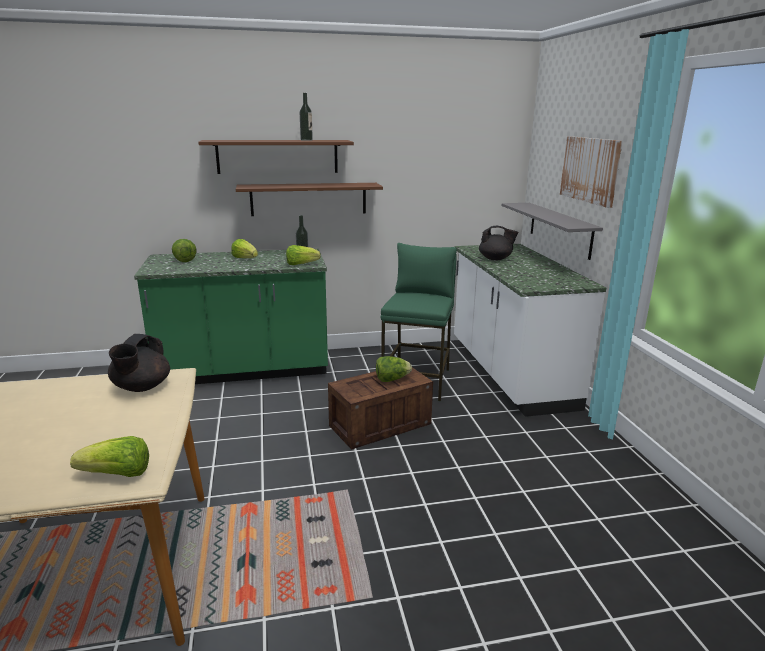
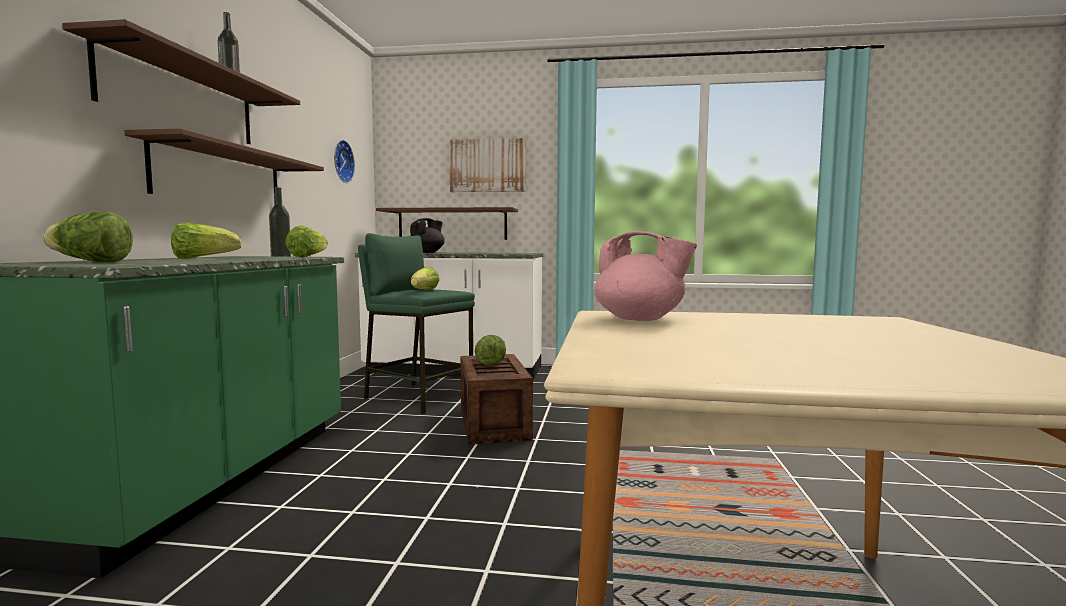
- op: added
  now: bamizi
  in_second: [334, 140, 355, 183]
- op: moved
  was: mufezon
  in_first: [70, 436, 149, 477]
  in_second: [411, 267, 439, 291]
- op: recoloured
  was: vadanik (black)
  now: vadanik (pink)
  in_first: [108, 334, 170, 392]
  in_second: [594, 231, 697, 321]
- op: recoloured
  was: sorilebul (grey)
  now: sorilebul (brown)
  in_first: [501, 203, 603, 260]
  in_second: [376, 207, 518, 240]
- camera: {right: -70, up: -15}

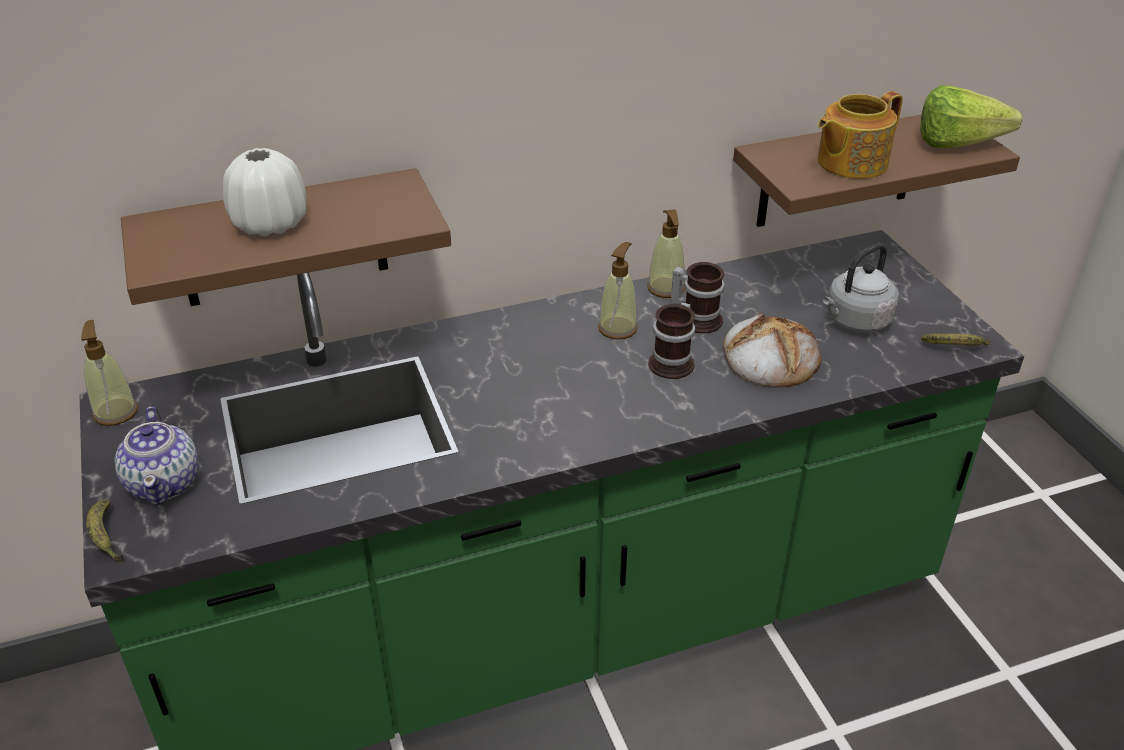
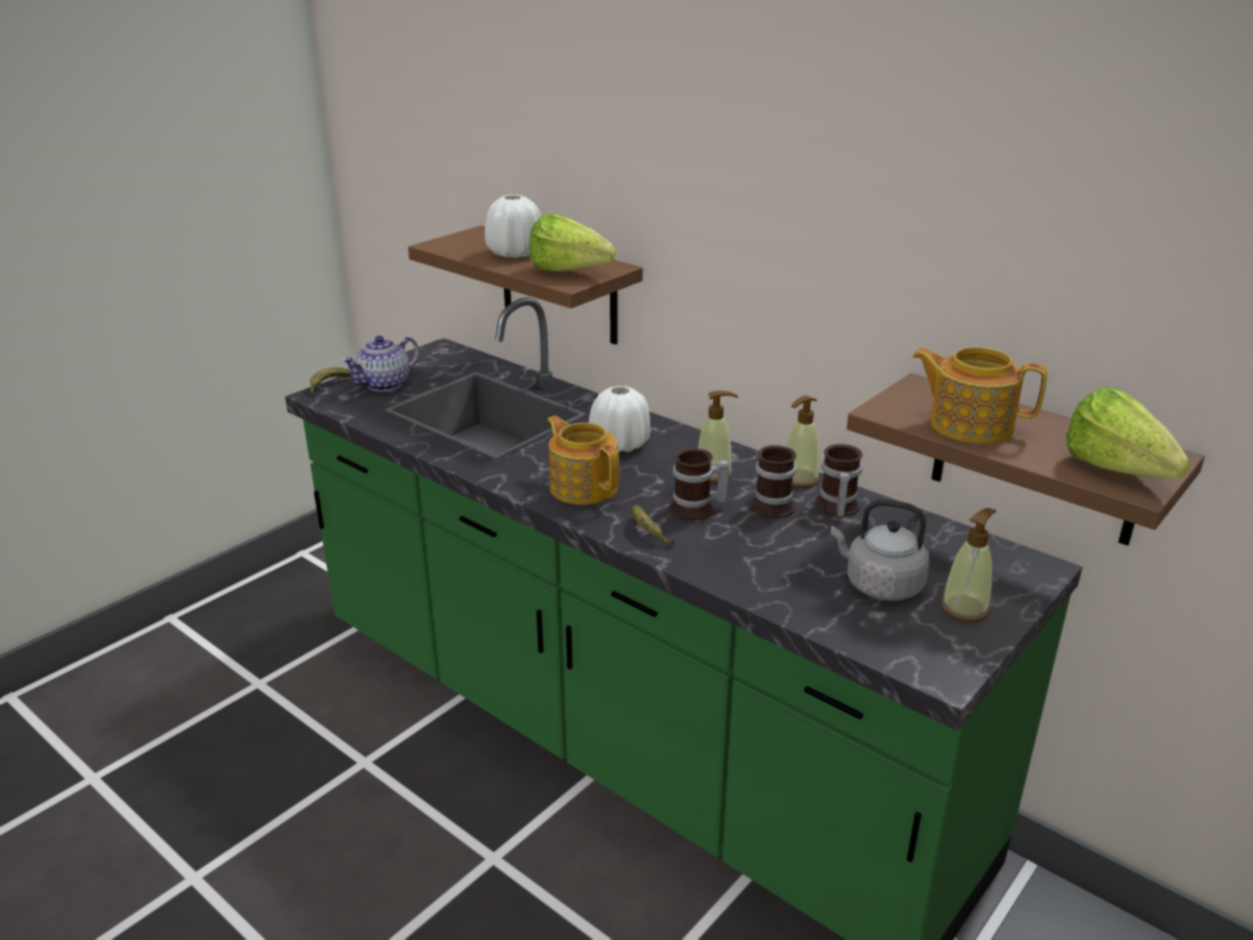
- op: removed
  was: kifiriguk
  in_first: [723, 313, 822, 388]
- op: added
  now: mufezon
  in_second: [529, 214, 616, 272]
- op: added
  now: vadanik
  in_second: [547, 416, 619, 505]
- op: added
  now: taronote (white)
  in_second: [589, 386, 650, 452]
- op: added
  now: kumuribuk
  in_second: [815, 444, 862, 517]
- op: moved
  was: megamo
  in_first: [81, 320, 138, 426]
  in_second: [941, 508, 996, 622]
- op: moved
  was: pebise
  in_first: [921, 333, 990, 346]
  in_second: [632, 505, 674, 547]
- camera: {right: 60, up: -10}

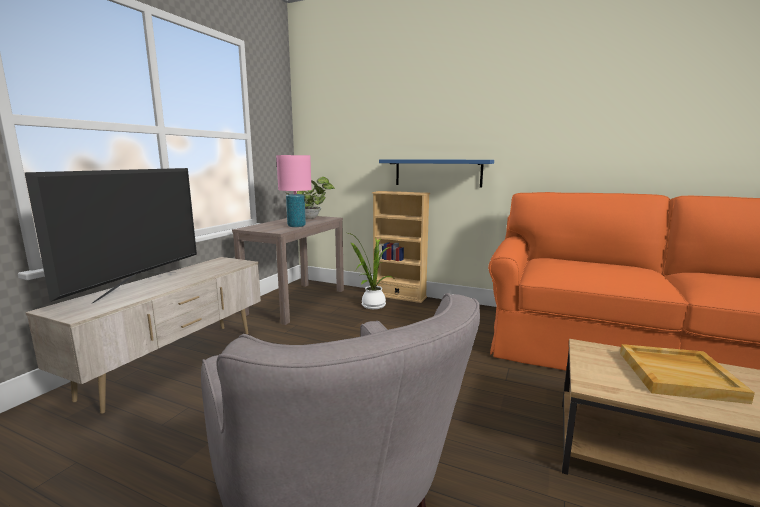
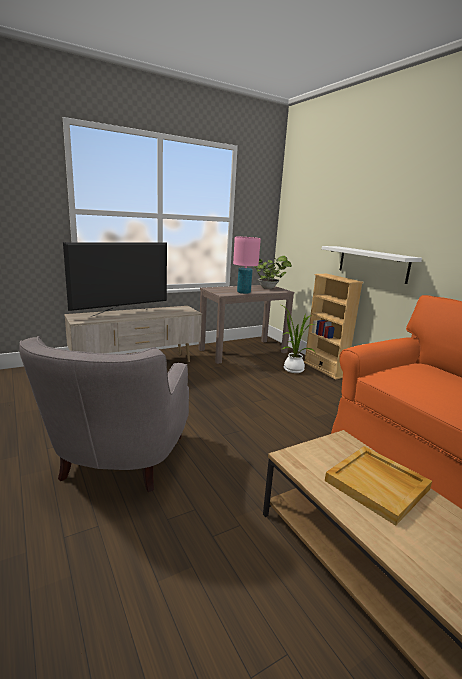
- op: recoloured
  was: sorilebul (blue)
  now: sorilebul (white)
  in_first: [379, 159, 494, 188]
  in_second: [322, 246, 422, 284]
- camera: {right: 35, up: 5}

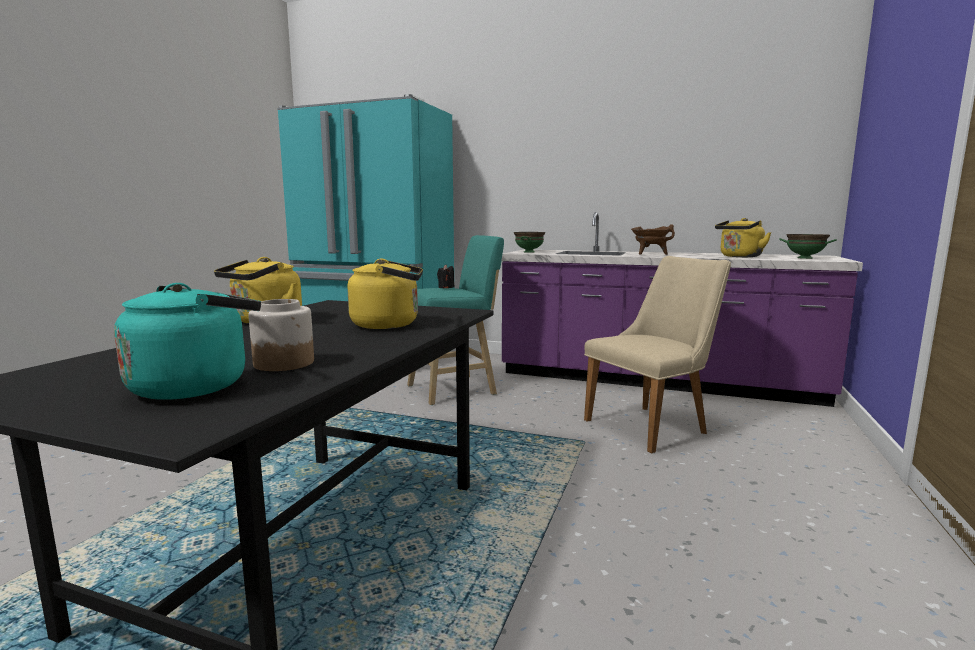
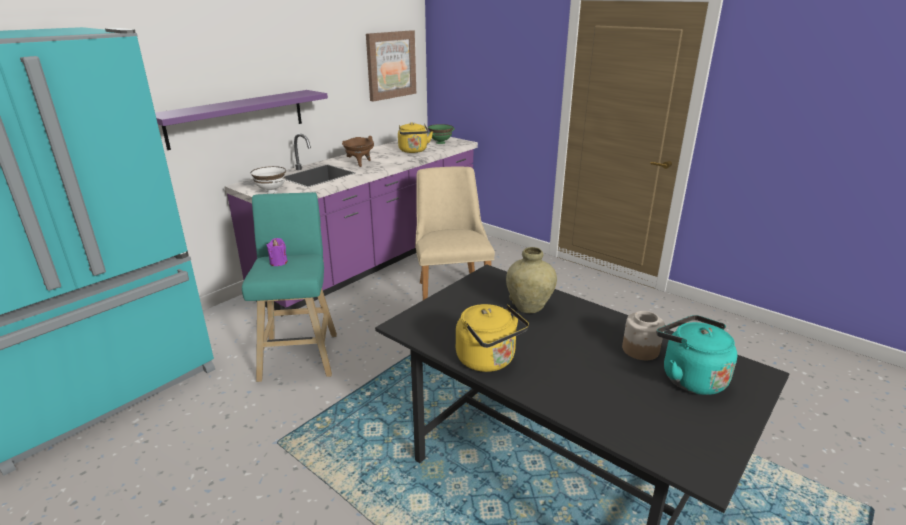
- op: added
  now: sorilebul (purple)
  in_second: [155, 90, 328, 150]
- op: added
  now: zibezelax
  in_second: [366, 30, 416, 102]
- op: replaced
  was: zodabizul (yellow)
  now: taronote (beige)
  in_first: [347, 259, 423, 329]
  in_second: [506, 247, 557, 313]
- op: recoloured
  was: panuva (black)
  now: panuva (purple)
  in_first: [437, 265, 454, 288]
  in_second: [266, 238, 288, 266]
- op: recoloured
  was: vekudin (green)
  now: vekudin (white)
  in_first: [514, 232, 545, 253]
  in_second: [251, 166, 286, 193]
- camera: {right: -70, up: 15}

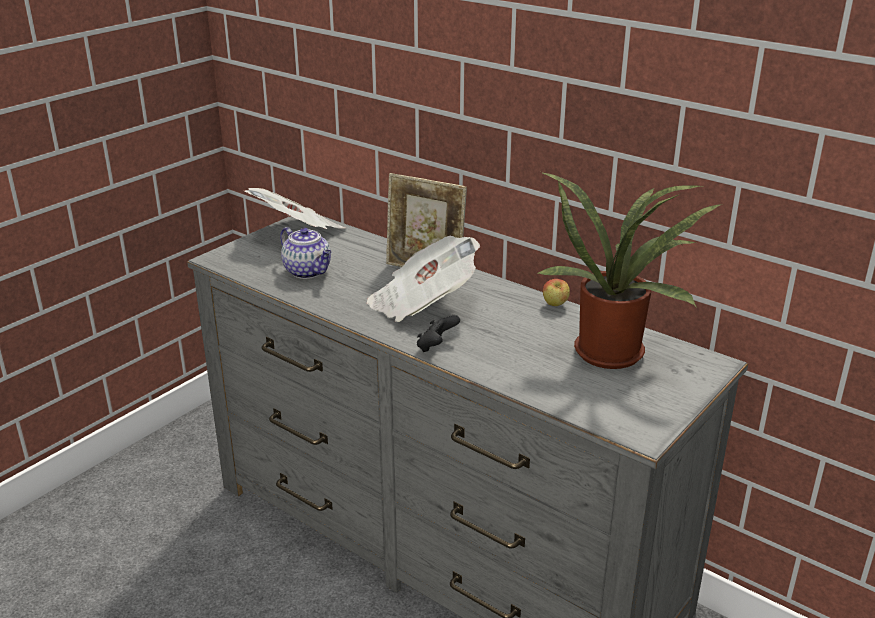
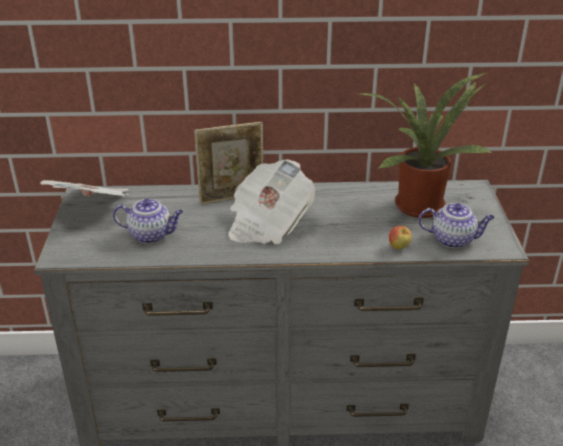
- op: removed
  was: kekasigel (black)
  in_first: [417, 315, 460, 352]
- op: added
  now: vadanik
  in_second: [418, 203, 495, 248]
- op: moved
  was: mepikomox
  in_first: [543, 279, 570, 306]
  in_second: [389, 226, 412, 249]
- camera: {right: -40, up: 5}

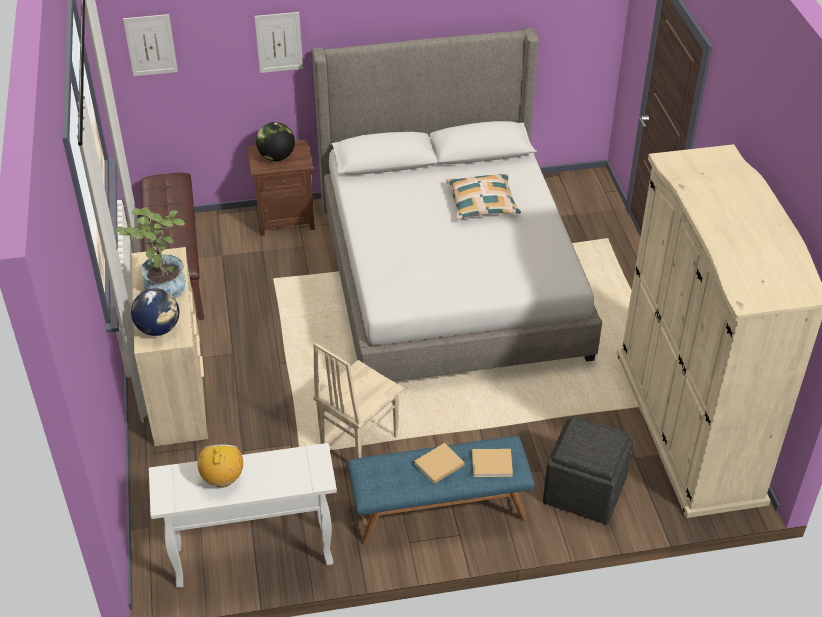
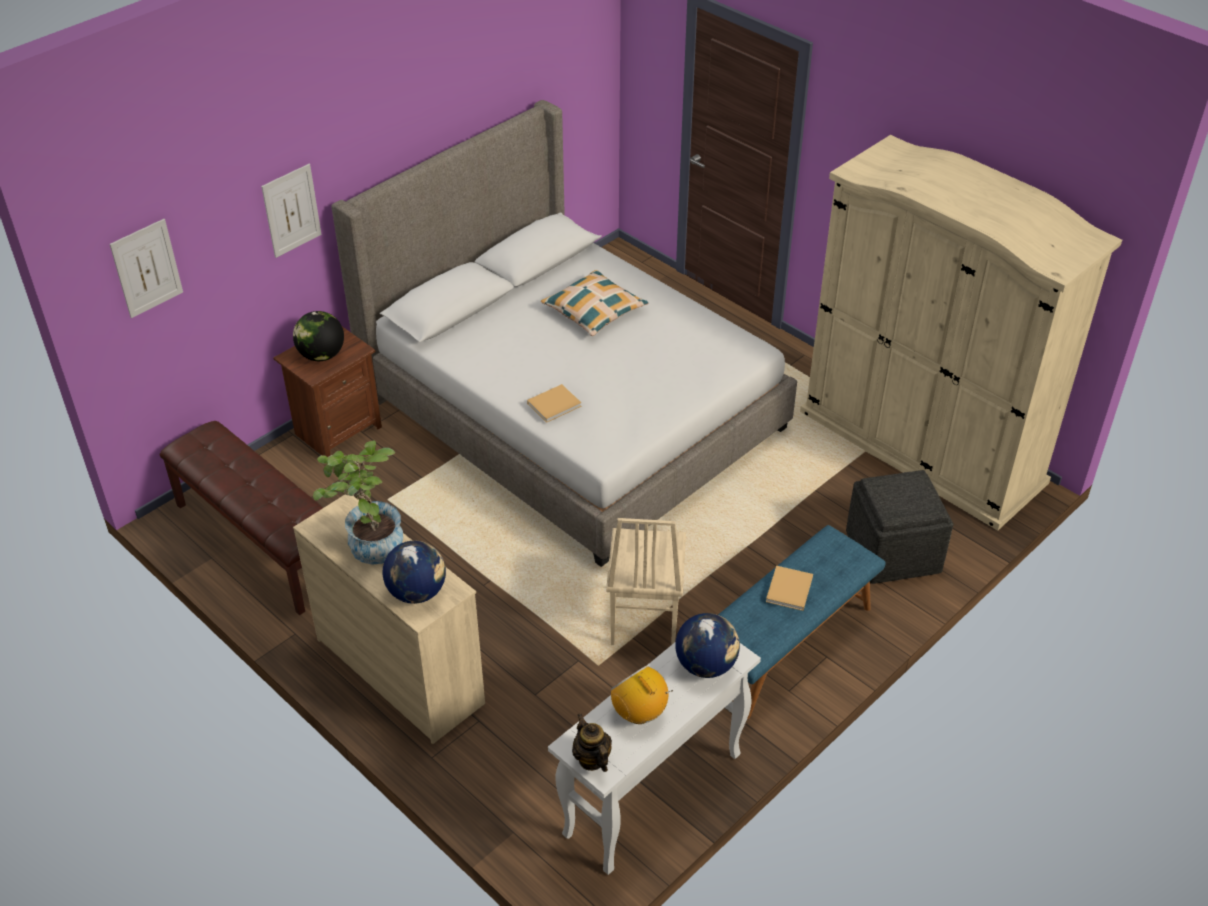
- op: added
  now: vadanik
  in_second: [572, 713, 612, 772]
- op: added
  now: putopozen
  in_second: [675, 613, 740, 678]
- op: moved
  was: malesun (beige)
  in_first: [472, 449, 513, 477]
  in_second: [527, 384, 582, 423]
- camera: {right: -35, up: 0}

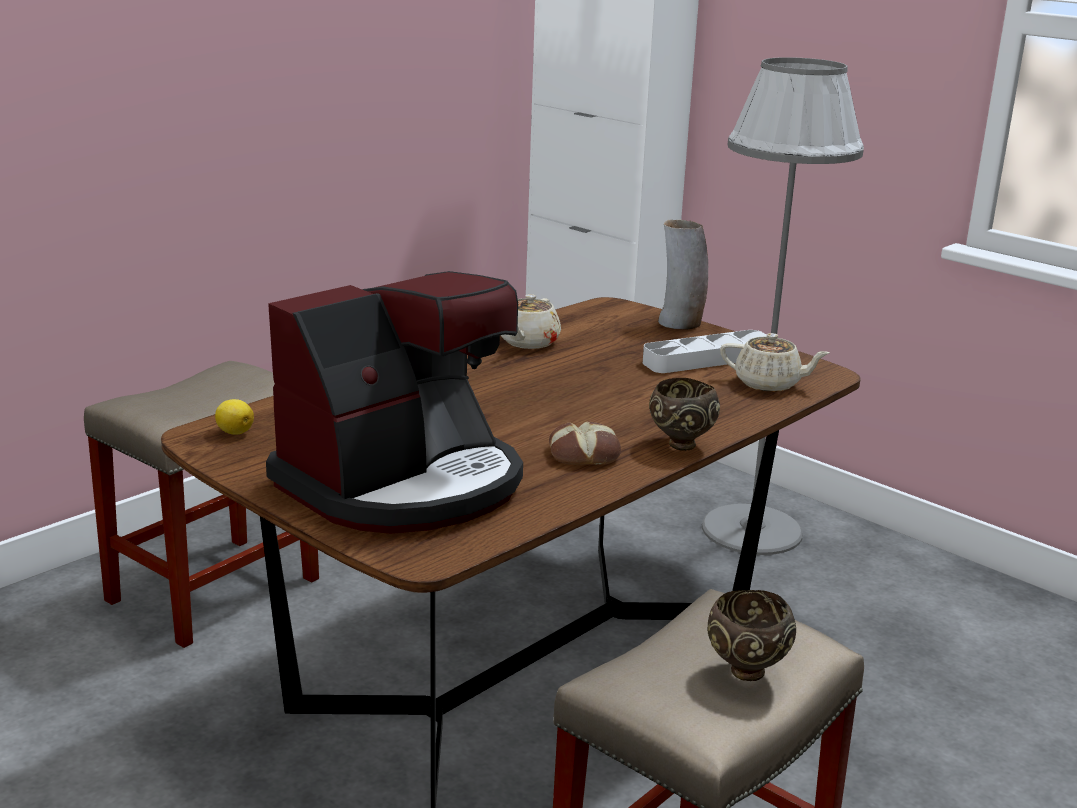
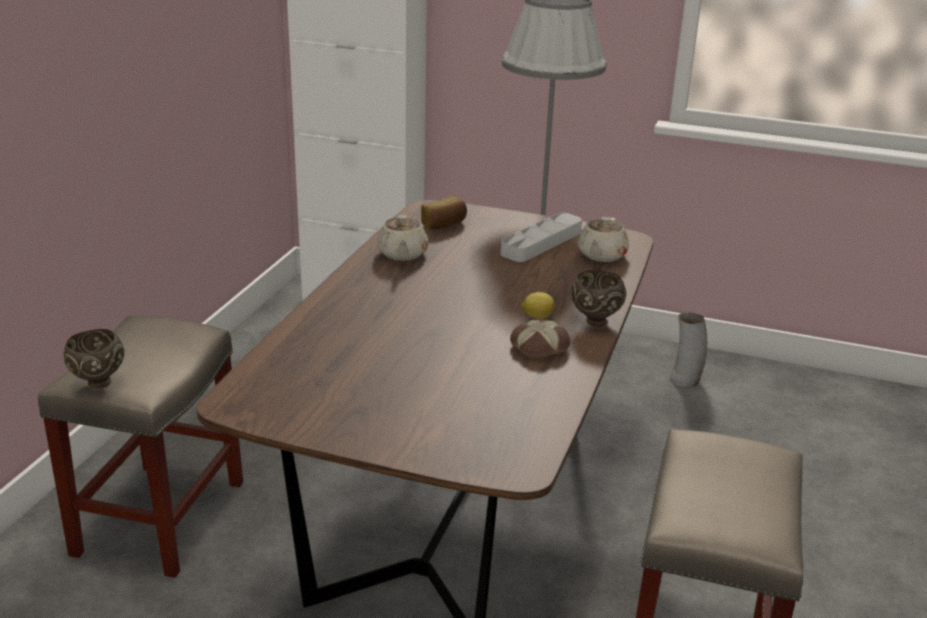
- op: removed
  was: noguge
  in_first: [266, 271, 523, 534]
- op: added
  now: kifiriguk
  in_second: [421, 196, 467, 230]
- op: moved
  was: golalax
  in_first: [215, 399, 254, 435]
  in_second: [521, 292, 555, 319]
- op: moved
  was: taronote
  in_first: [658, 219, 708, 330]
  in_second: [670, 312, 707, 387]
- op: moved
  was: vekudin (brown)
  in_first: [708, 590, 796, 681]
  in_second: [64, 329, 124, 388]
- op: turned
  was: vadanik (beige)
  in_first: [720, 333, 830, 392]
  in_second: [578, 217, 629, 262]
  clockwise: 120
- camera: {right: -25, up: 5}

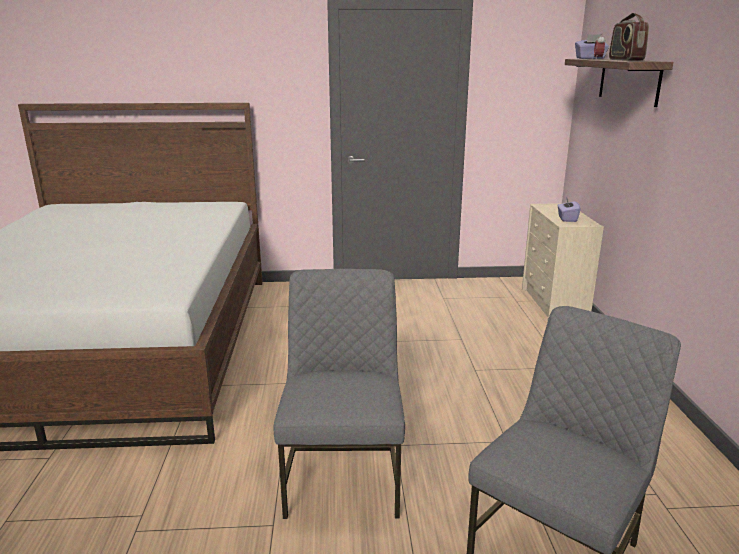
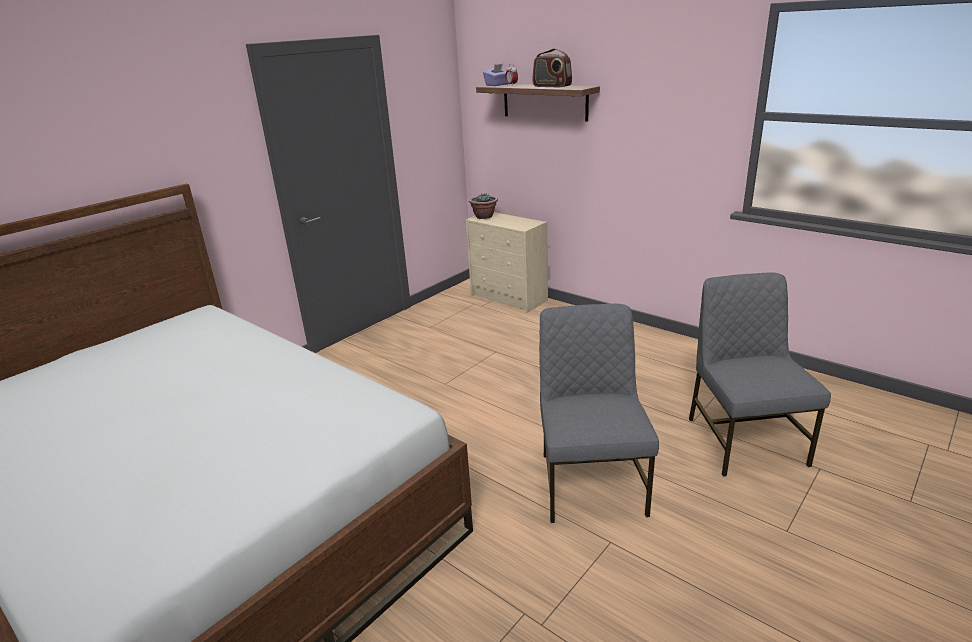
- op: removed
  was: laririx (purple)
  in_first: [557, 197, 581, 222]
- op: added
  now: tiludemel
  in_second: [469, 193, 498, 219]
- op: turned
  was: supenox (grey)
  in_first: [274, 269, 405, 519]
  in_second: [539, 304, 659, 523]
  clockwise: 45
- camera: {right: -45, up: 5}

